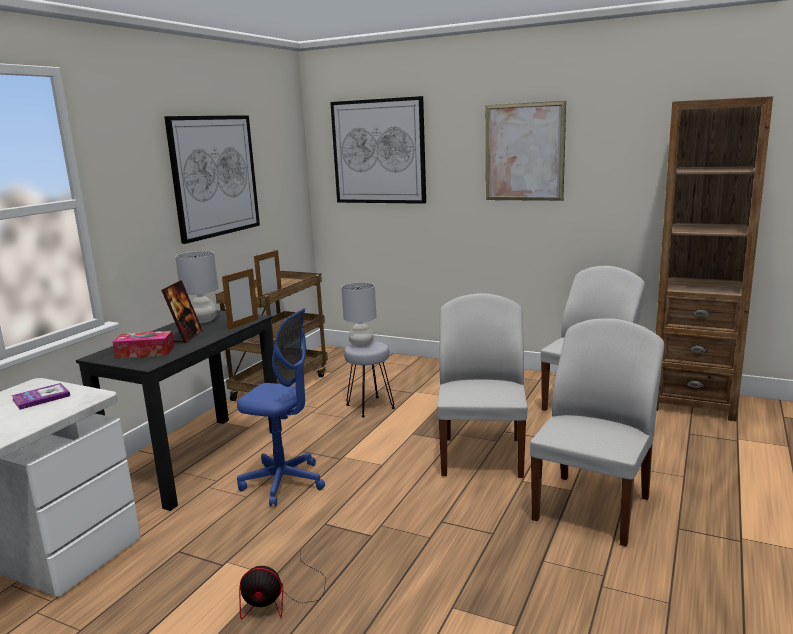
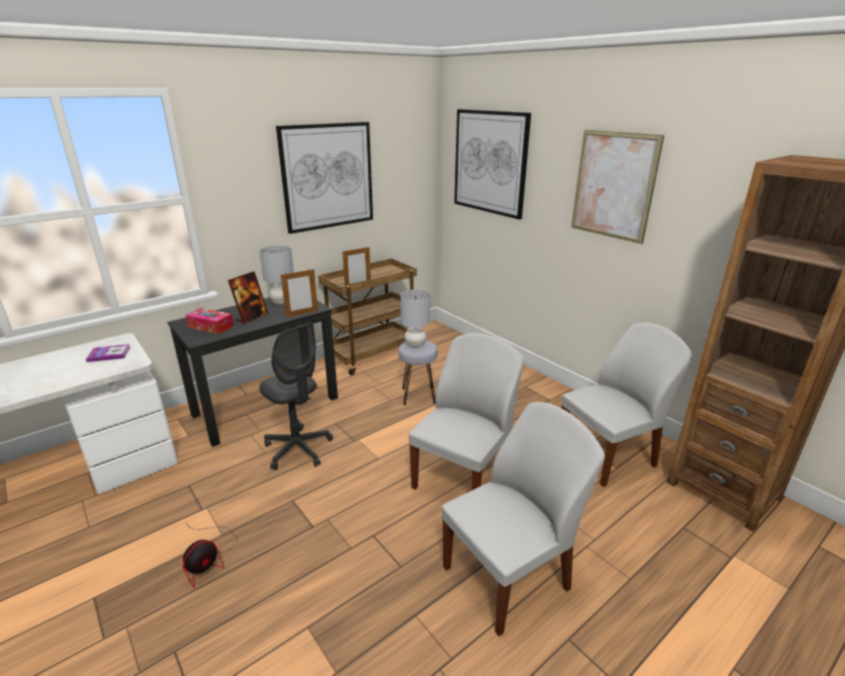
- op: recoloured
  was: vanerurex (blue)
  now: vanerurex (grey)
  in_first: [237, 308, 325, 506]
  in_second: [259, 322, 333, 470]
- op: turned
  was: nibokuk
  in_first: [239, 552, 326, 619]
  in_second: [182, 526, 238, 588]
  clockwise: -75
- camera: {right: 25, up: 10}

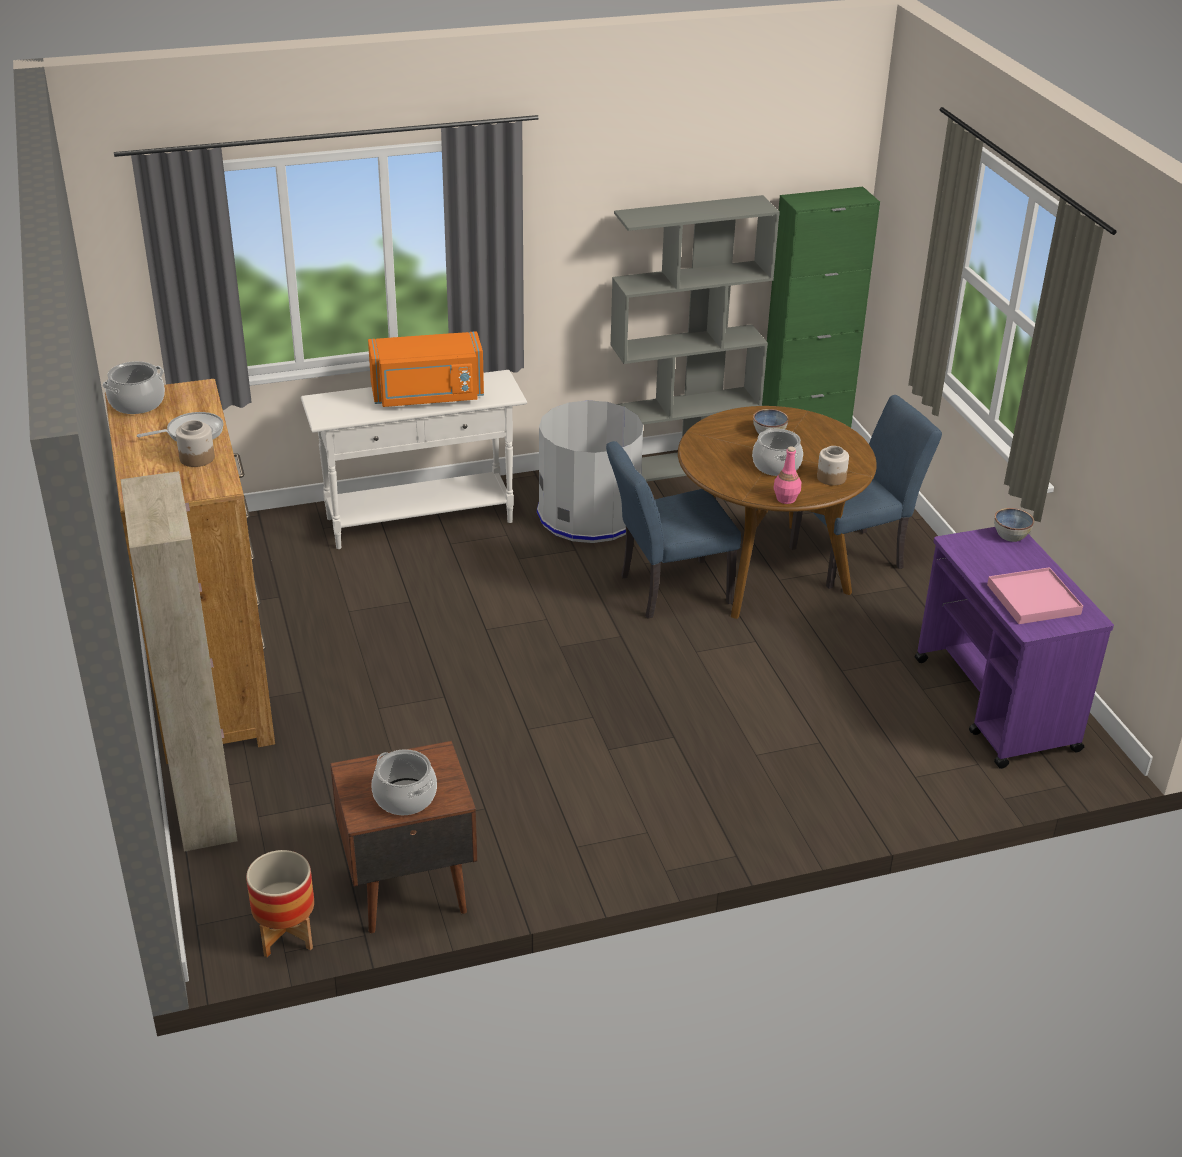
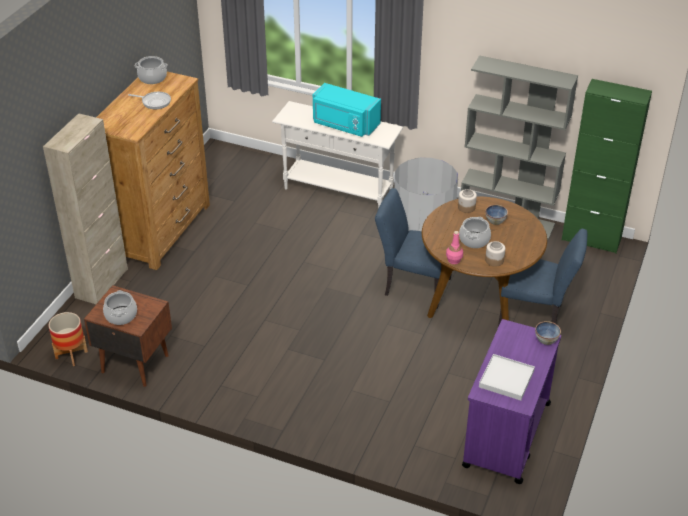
- op: moved
  was: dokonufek
  in_first: [176, 420, 215, 467]
  in_second: [458, 189, 477, 213]
- op: recoloured
  was: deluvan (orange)
  now: deluvan (turquoise)
  in_first: [368, 331, 484, 407]
  in_second: [313, 83, 381, 137]
- op: recoloured
  was: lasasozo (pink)
  now: lasasozo (white)
  in_first: [987, 567, 1083, 624]
  in_second: [479, 354, 535, 401]
- camera: {right: 40, up: 5}

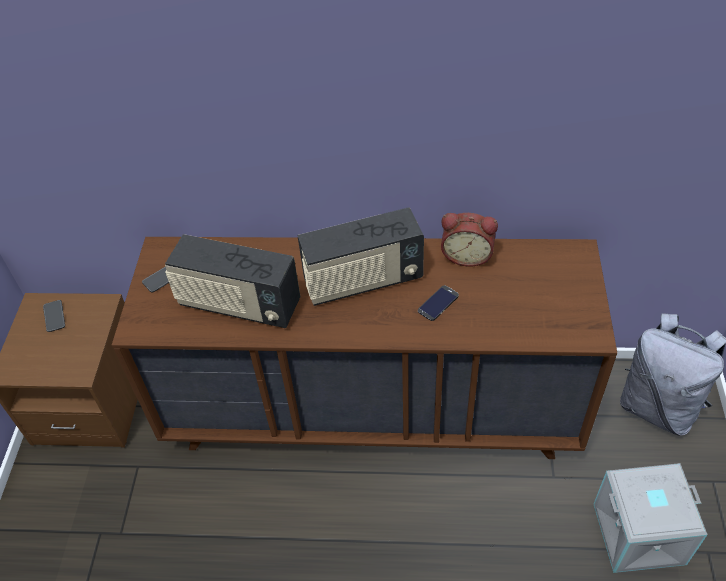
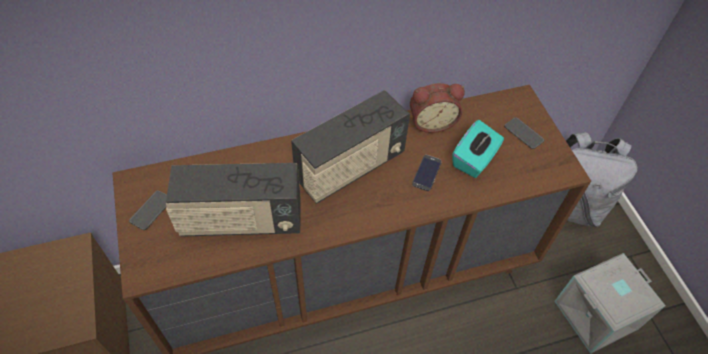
- op: added
  now: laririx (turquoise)
  in_second: [452, 120, 504, 178]
- op: moved
  was: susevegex
  in_first: [43, 300, 65, 332]
  in_second: [504, 117, 544, 149]
- camera: {right: -25, up: 5}

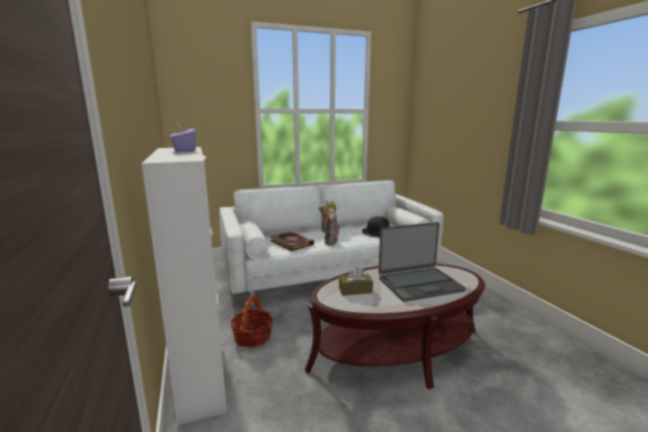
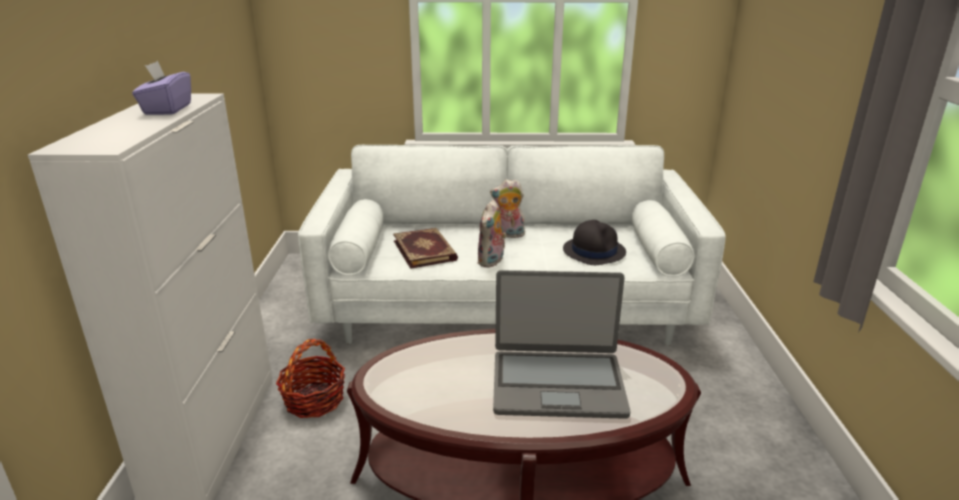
- op: removed
  was: laririx (brown)
  in_first: [339, 267, 373, 296]
- camera: {right: 20, up: 10}

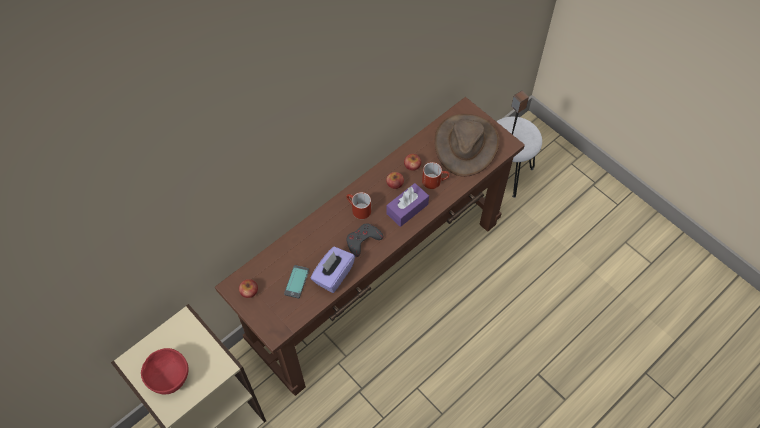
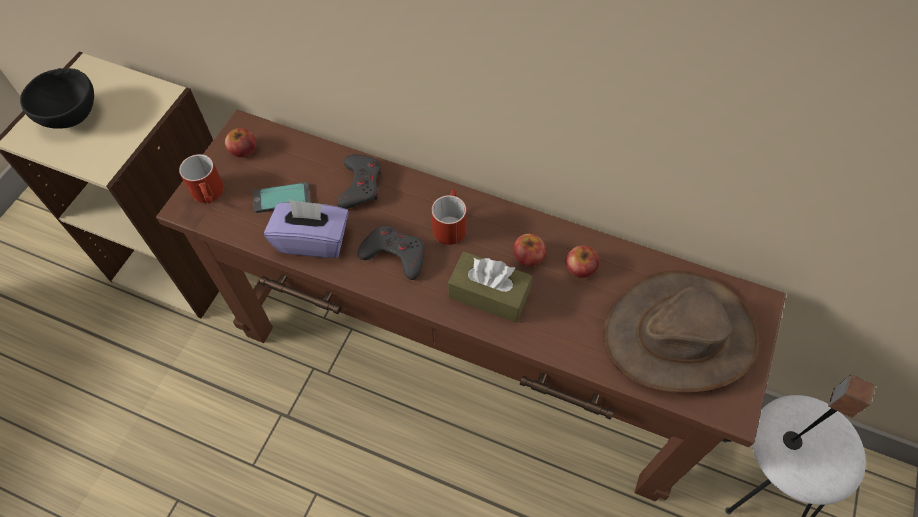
- op: added
  now: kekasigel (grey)
  in_second: [337, 154, 381, 209]
- op: moved
  was: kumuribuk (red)
  in_first: [422, 162, 450, 189]
  in_second: [179, 154, 224, 203]
- op: recoloured
  was: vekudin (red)
  now: vekudin (black)
  in_first: [141, 348, 189, 395]
  in_second: [20, 68, 94, 129]
- op: recoloured
  was: laririx (purple)
  now: laririx (brown)
  in_first: [386, 183, 429, 227]
  in_second: [448, 251, 533, 323]
- camera: {right: 65, up: 0}

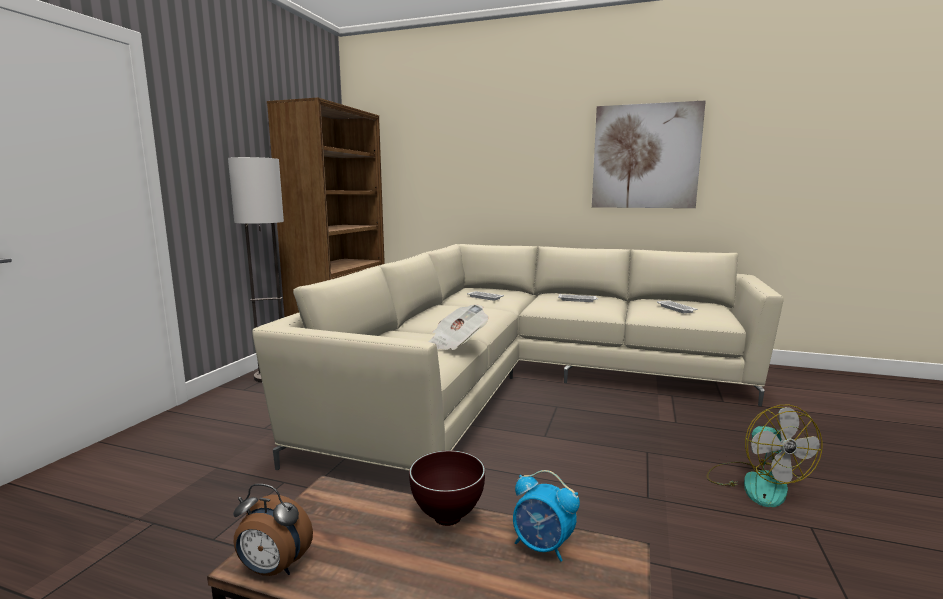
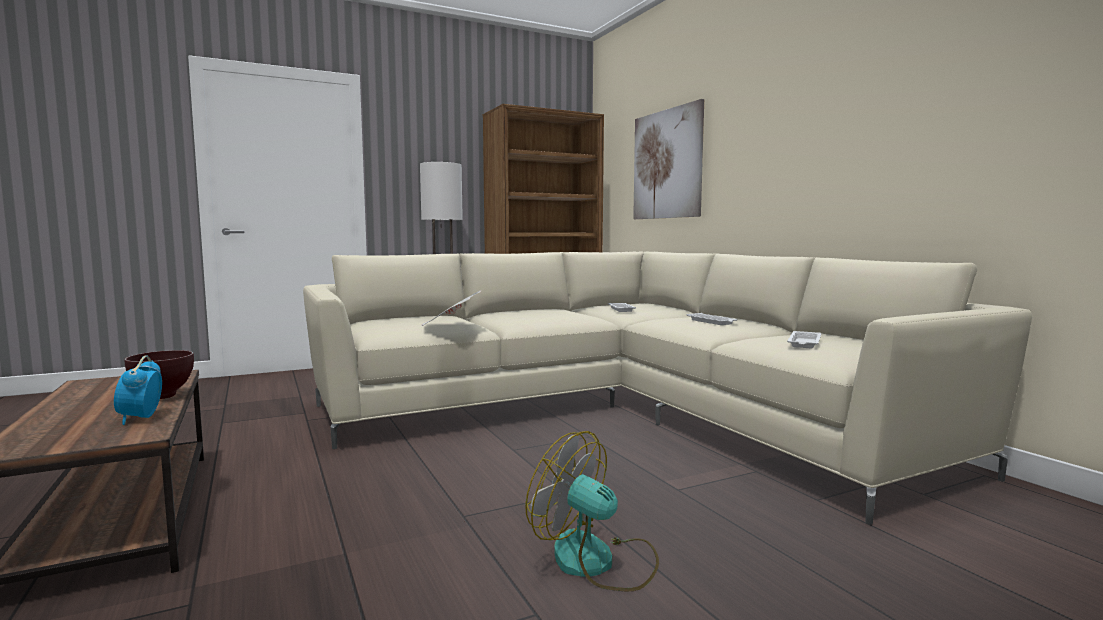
- op: removed
  was: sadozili
  in_first: [233, 484, 313, 576]
- op: moved
  was: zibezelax
  in_first: [592, 100, 706, 208]
  in_second: [633, 99, 704, 219]
- op: turned
  was: nibokuk
  in_first: [707, 405, 822, 507]
  in_second: [525, 431, 659, 591]
  clockwise: 90
- camera: {right: 45, up: -5}

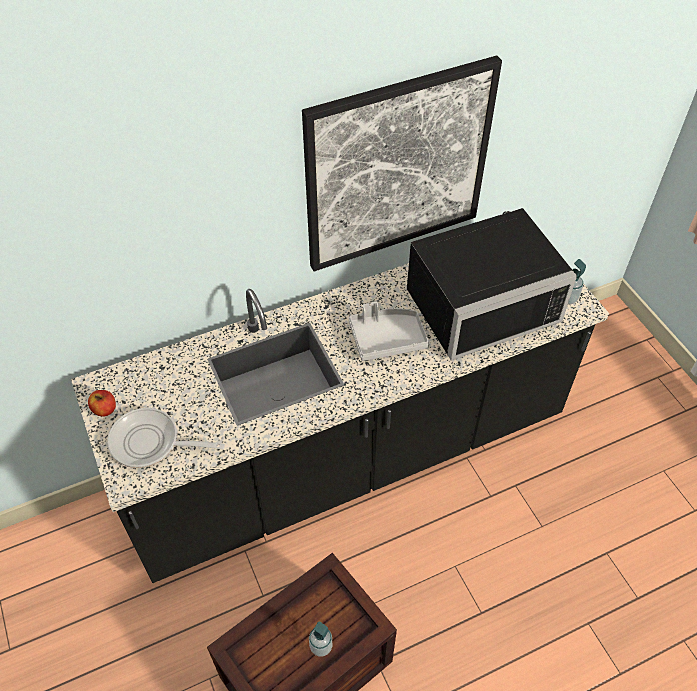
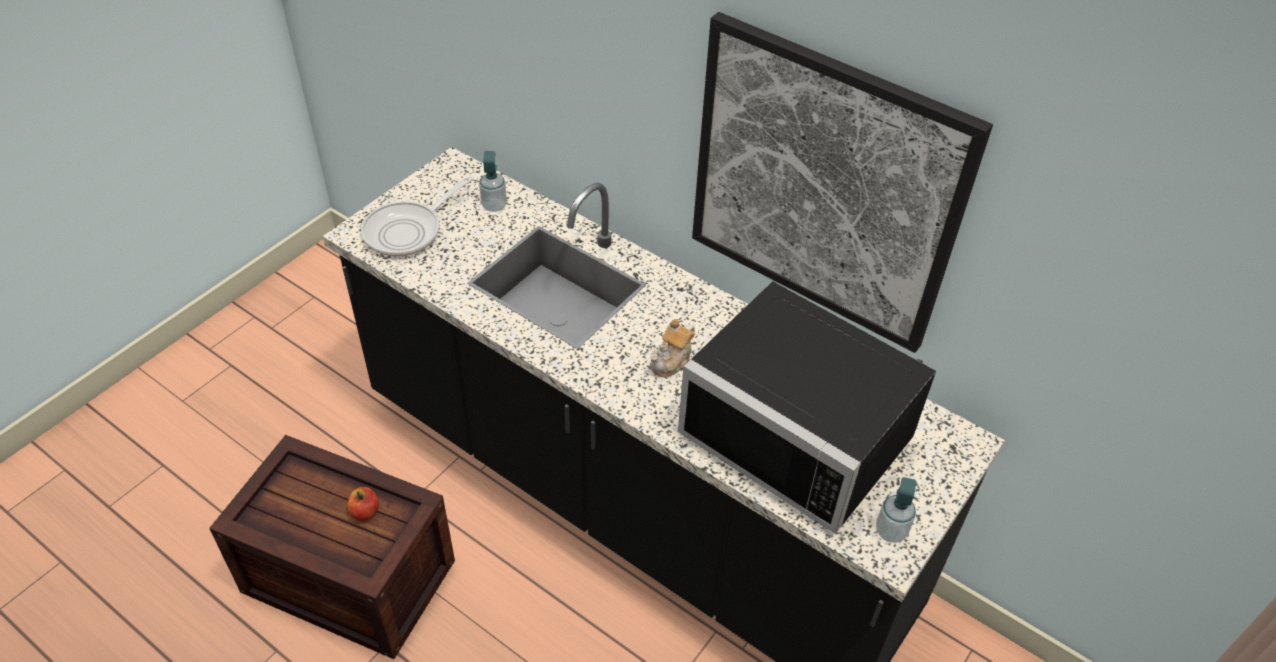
- op: moved
  was: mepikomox
  in_first: [88, 390, 116, 417]
  in_second: [347, 487, 379, 521]
- op: moved
  was: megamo
  in_first: [309, 621, 333, 657]
  in_second: [479, 151, 507, 212]
- op: replaced
  was: lasasozo (grey)
  now: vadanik
  in_first: [349, 302, 430, 361]
  in_second: [650, 319, 695, 378]
- op: turned
  was: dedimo
  in_first: [107, 408, 225, 468]
  in_second: [361, 175, 474, 257]
  clockwise: -120
- camera: {right: 60, up: -5}

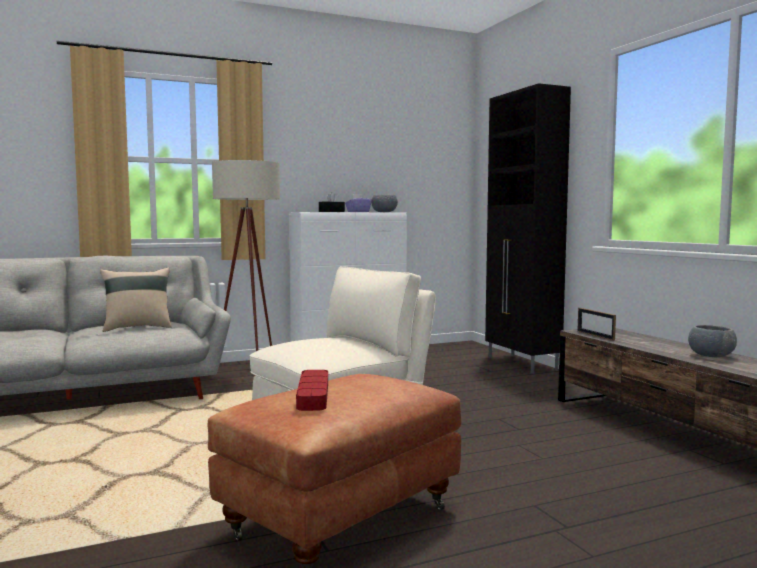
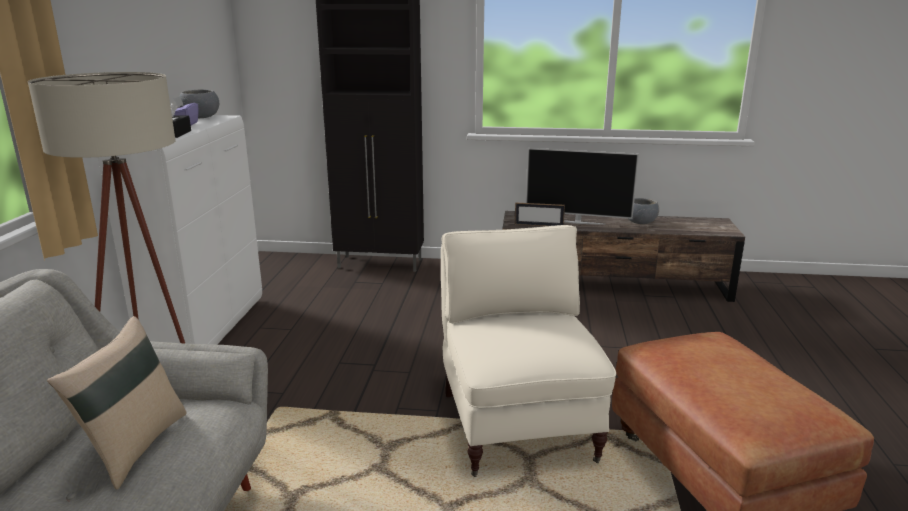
- op: removed
  was: lasasozo (red)
  in_first: [296, 370, 328, 411]
- op: added
  now: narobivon
  in_second: [526, 148, 639, 225]
- camera: {right: -60, up: 15}

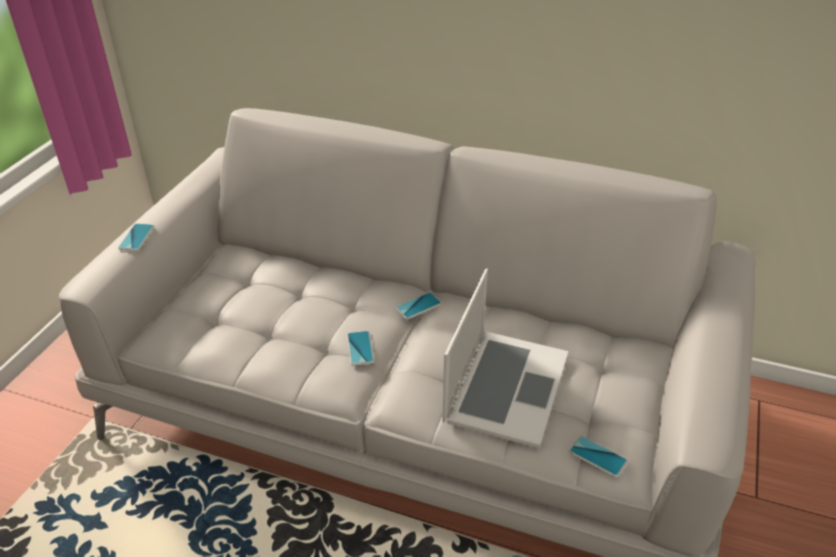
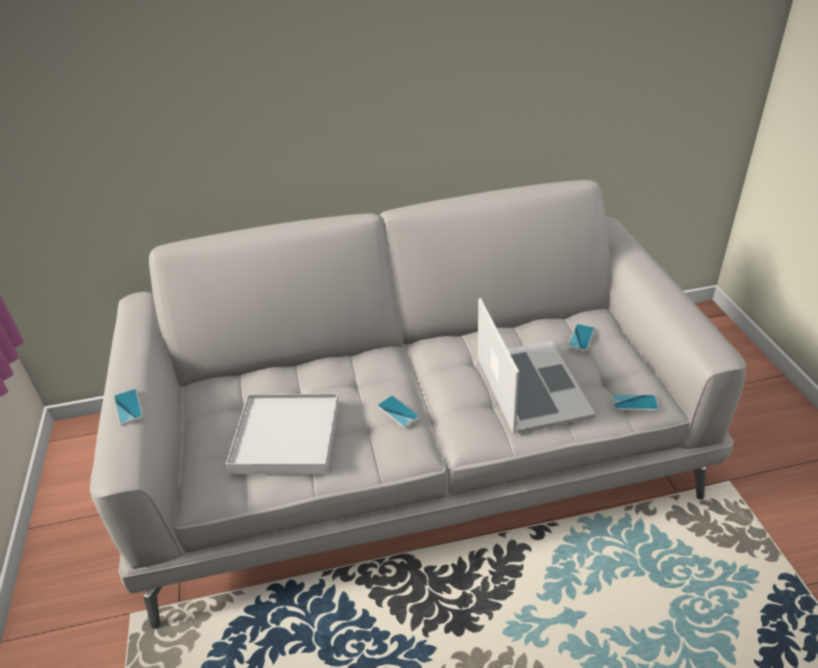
- op: added
  now: lasasozo (white)
  in_second: [226, 393, 339, 474]
- op: moved
  was: susevegex
  in_first: [395, 292, 442, 320]
  in_second: [567, 324, 595, 351]
- camera: {right: -30, up: 0}

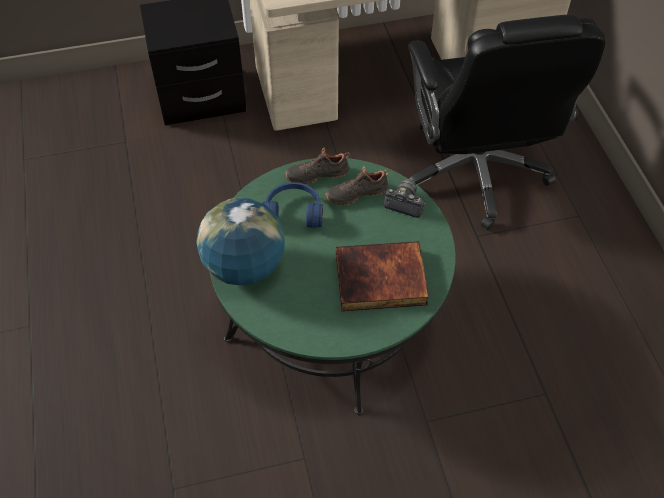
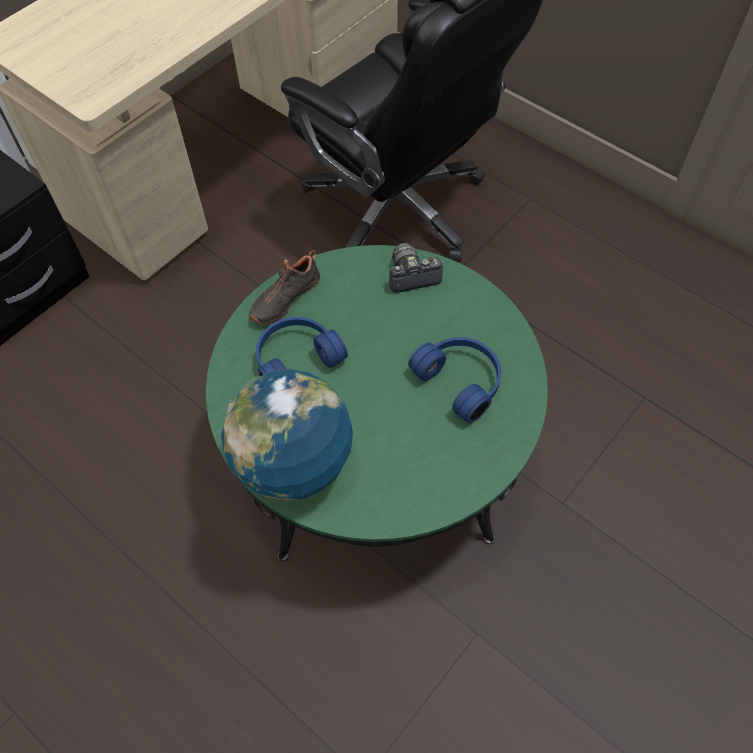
- op: removed
  was: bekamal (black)
  in_first: [325, 166, 389, 206]
- op: replaced
  was: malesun
  now: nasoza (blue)
  in_first: [336, 241, 429, 311]
  in_second: [408, 337, 502, 423]
- camera: {right: -35, up: 5}

